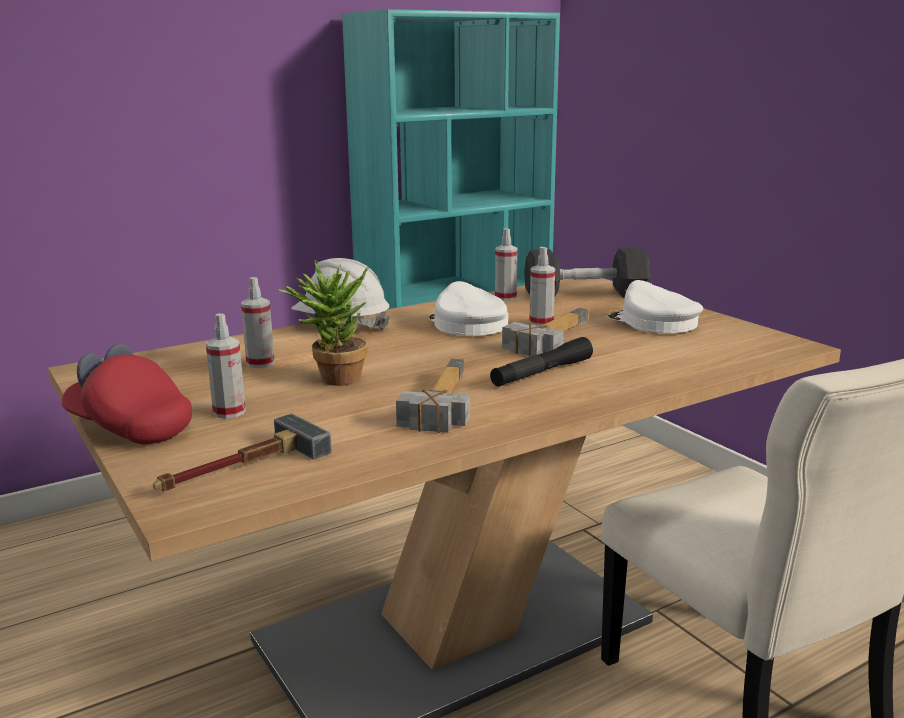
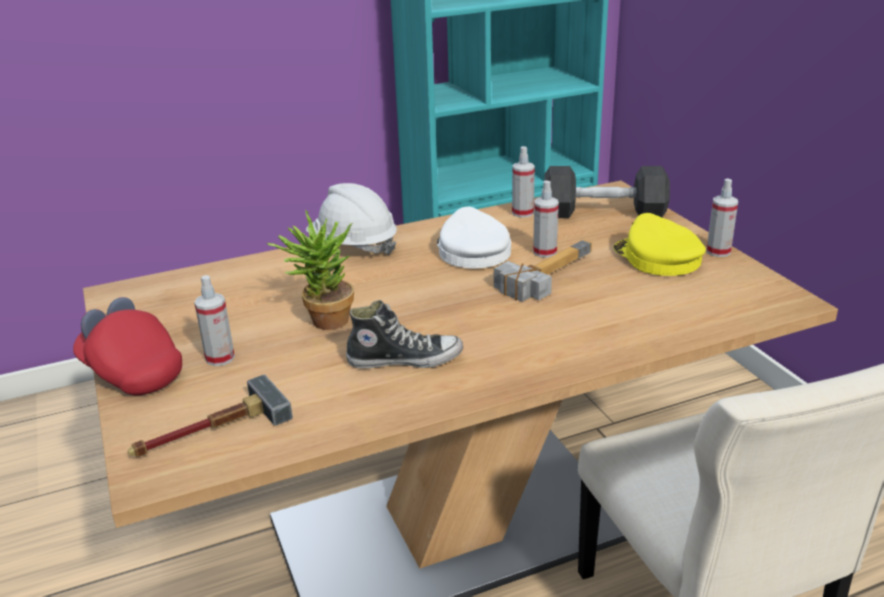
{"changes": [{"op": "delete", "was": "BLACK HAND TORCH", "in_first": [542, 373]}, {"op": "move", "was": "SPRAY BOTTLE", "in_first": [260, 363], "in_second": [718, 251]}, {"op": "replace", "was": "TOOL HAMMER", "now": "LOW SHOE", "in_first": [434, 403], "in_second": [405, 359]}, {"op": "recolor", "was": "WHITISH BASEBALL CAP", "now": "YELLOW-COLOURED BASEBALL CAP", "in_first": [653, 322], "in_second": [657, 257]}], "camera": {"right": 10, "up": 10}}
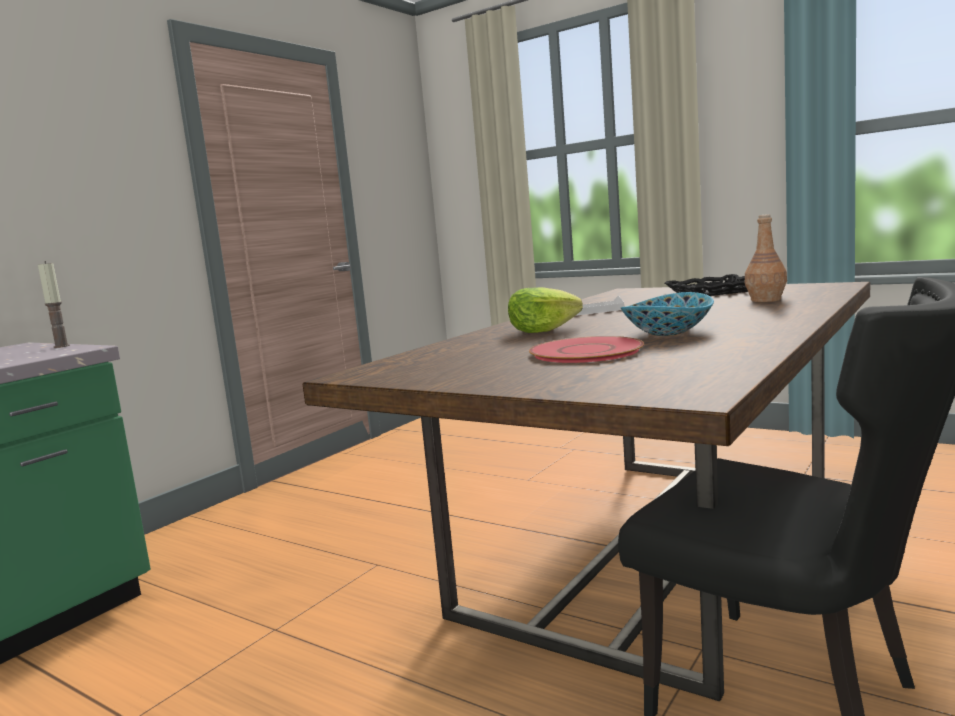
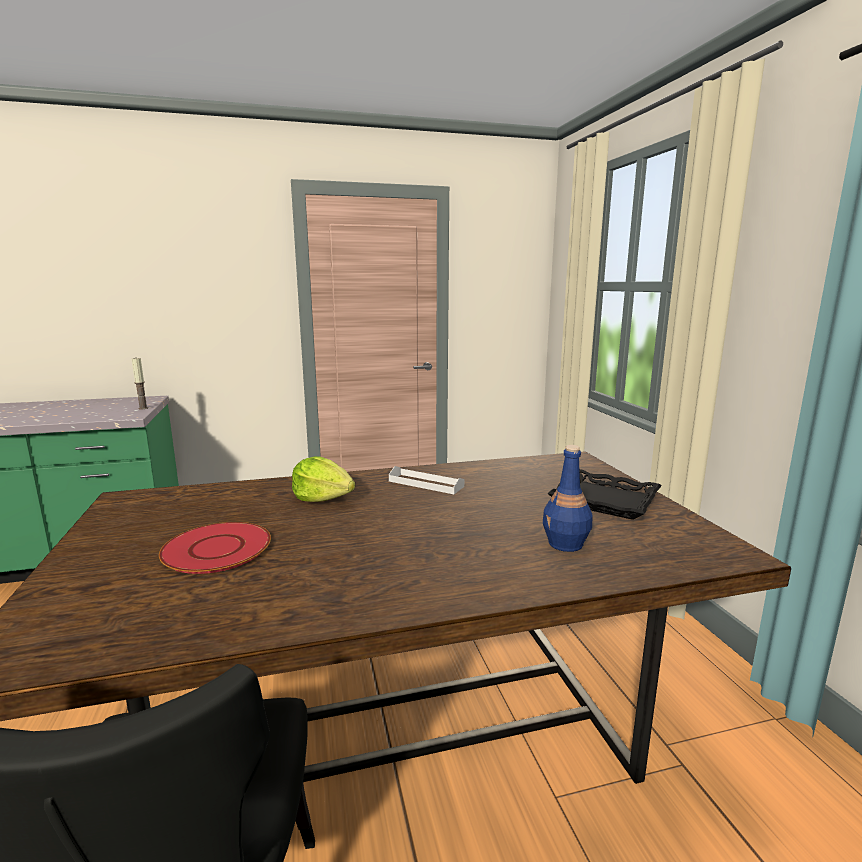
{"changes": [{"op": "delete", "was": "SERVING BOWL", "in_first": [667, 332]}, {"op": "recolor", "was": "BROWNISH DRINK BOTTLE", "now": "BLUE DRINK BOTTLE", "in_first": [766, 300], "in_second": [566, 544]}], "camera": {"right": 40, "up": 5}}
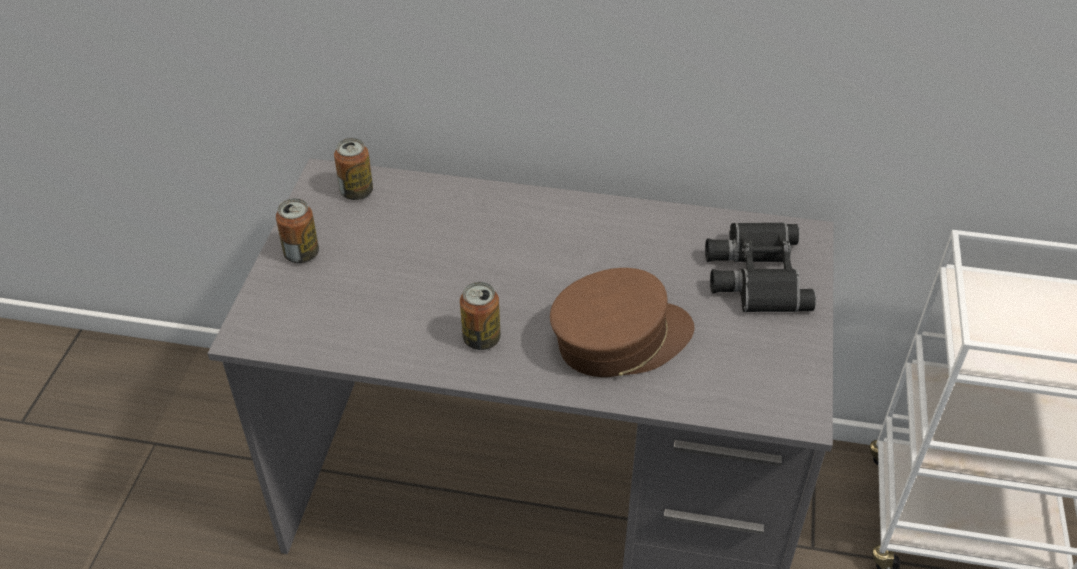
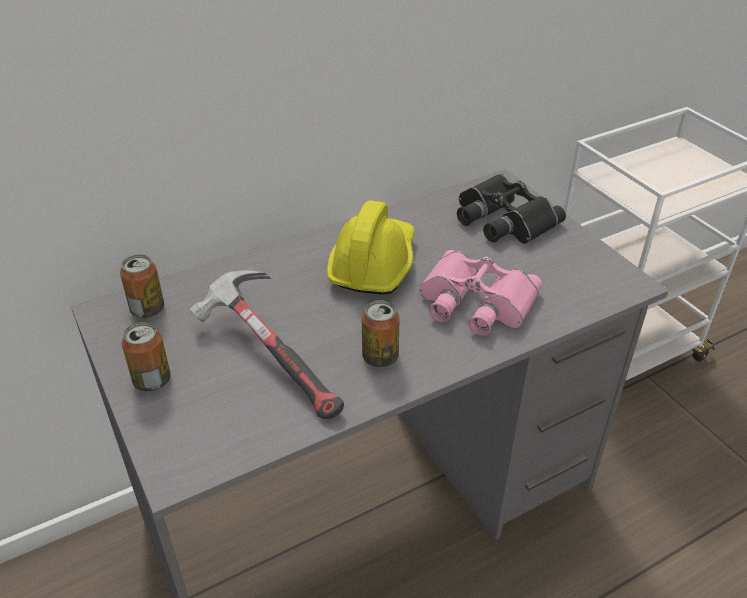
{"changes": [{"op": "insert", "now": "TOOL HAMMER", "in_second": [270, 357]}, {"op": "insert", "now": "YELLOW-COLOURED WORK HELMET", "in_second": [373, 264]}, {"op": "replace", "was": "BROWNISH BASEBALL CAP", "now": "PINKISH BINOCULARS", "in_first": [620, 340], "in_second": [474, 302]}], "camera": {"right": -40, "up": -5}}
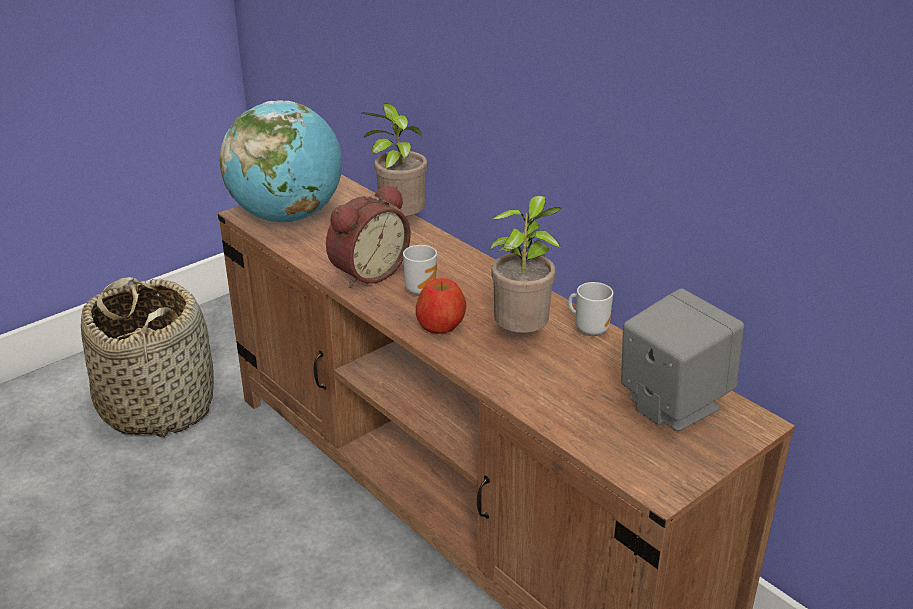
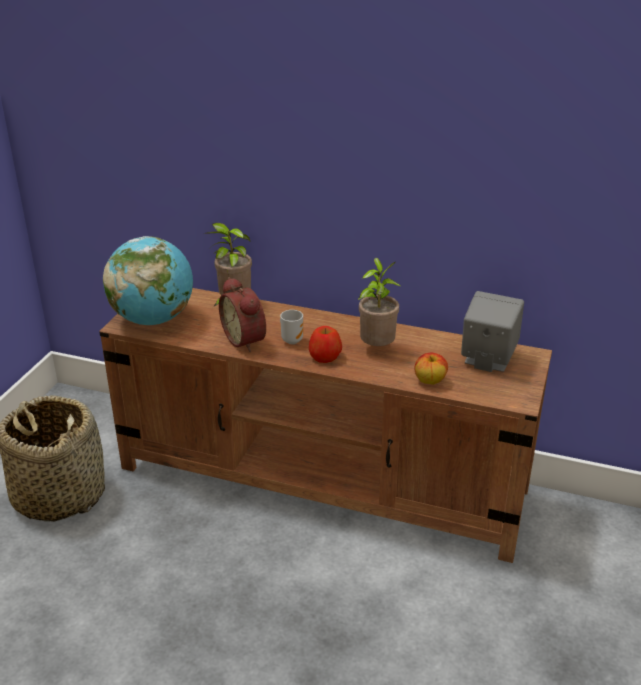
{"changes": [{"op": "delete", "was": "MUG", "in_first": [590, 329]}, {"op": "insert", "now": "APPLE", "in_second": [430, 381]}, {"op": "rotate", "was": "BEDSIDE CLOCK", "in_first": [367, 272], "in_second": [246, 339], "clockwise": 135}], "camera": {"right": -30, "up": 0}}
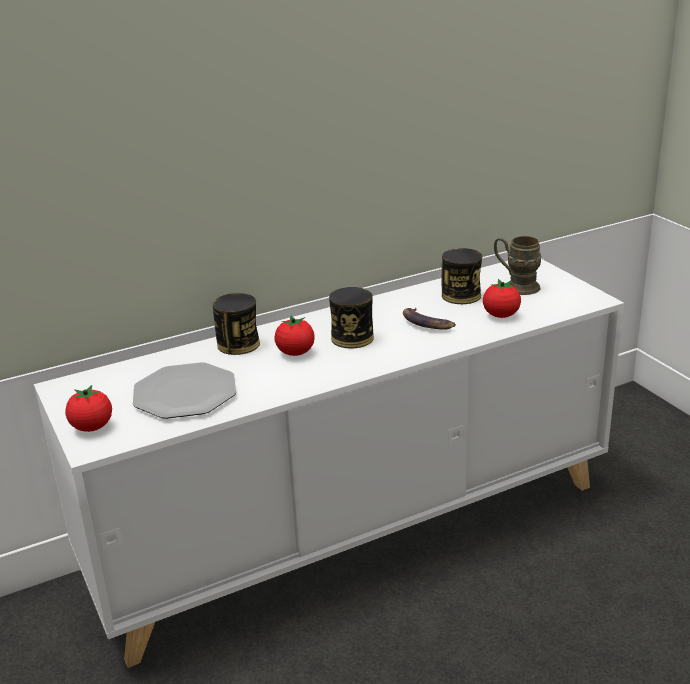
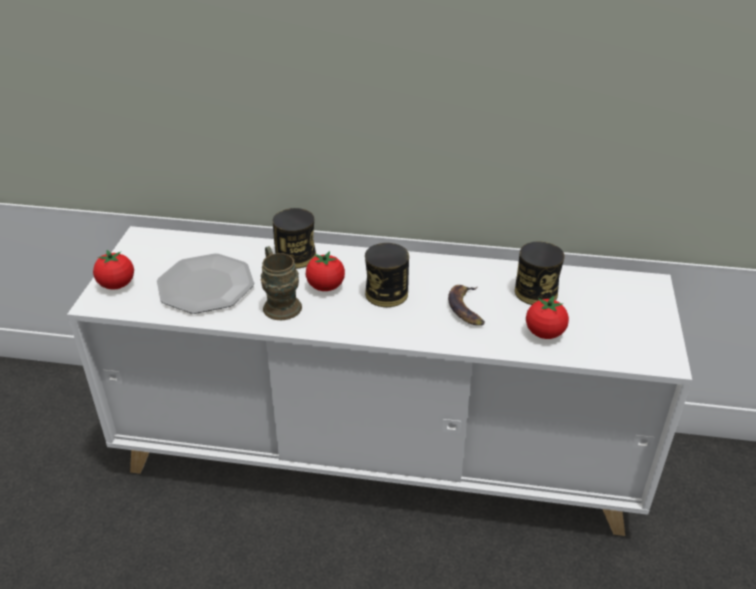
{"changes": [{"op": "move", "was": "BROWNISH MUG", "in_first": [516, 286], "in_second": [279, 303]}], "camera": {"right": 35, "up": 10}}
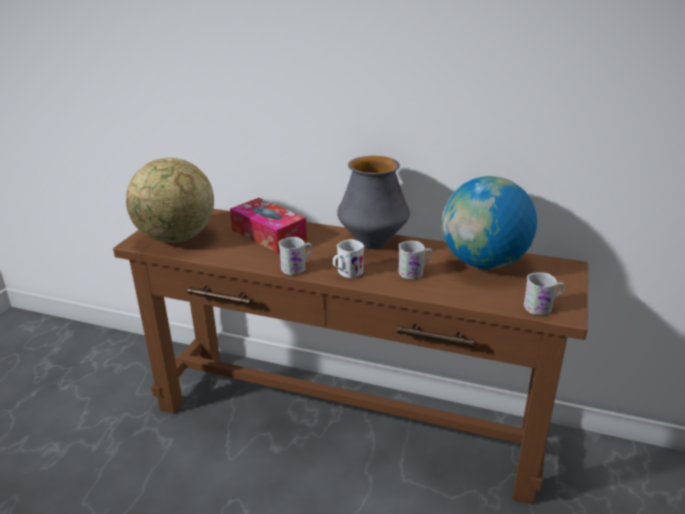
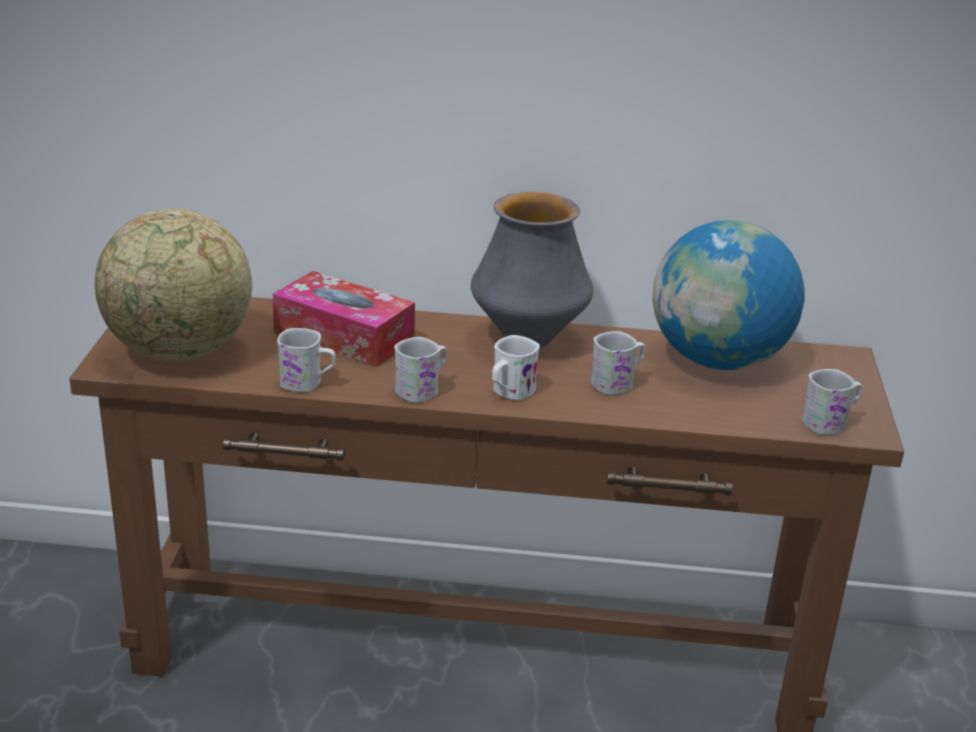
{"changes": [{"op": "insert", "now": "WHITISH MUG", "in_second": [308, 383]}], "camera": {"right": -15, "up": 0}}
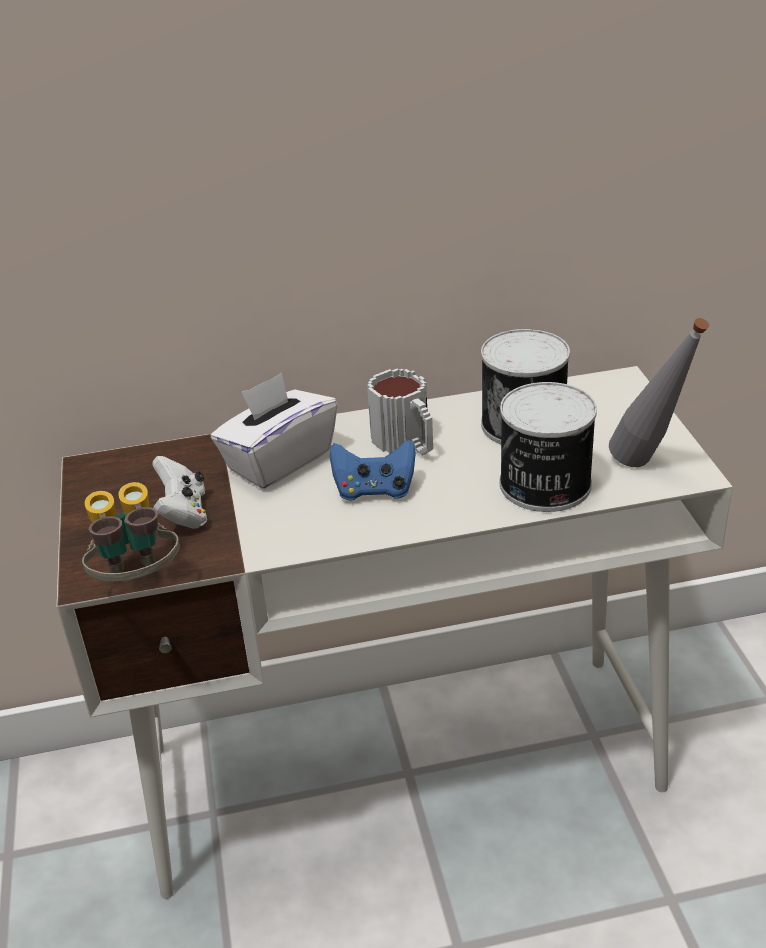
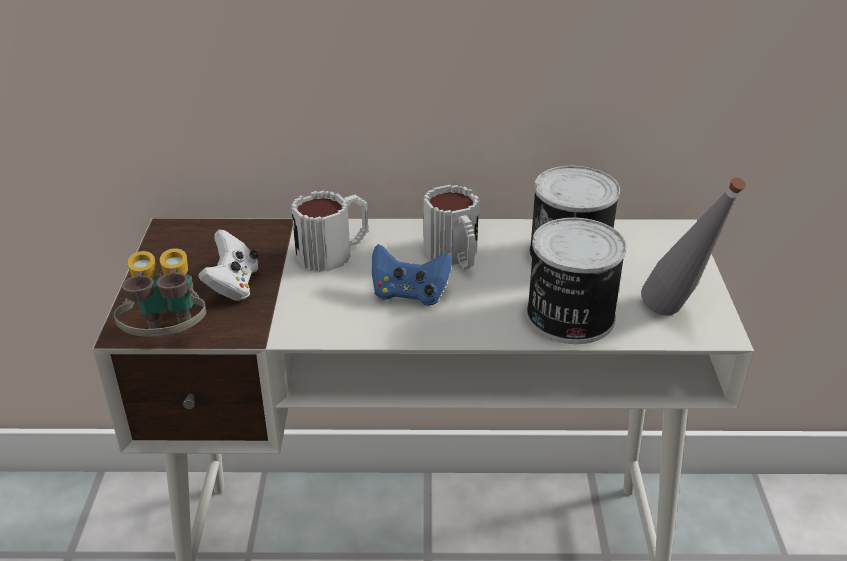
{"changes": [{"op": "replace", "was": "WHITISH BOX OF TISSUES", "now": "MUG", "in_first": [278, 460], "in_second": [334, 252]}], "camera": {"right": 10, "up": 0}}
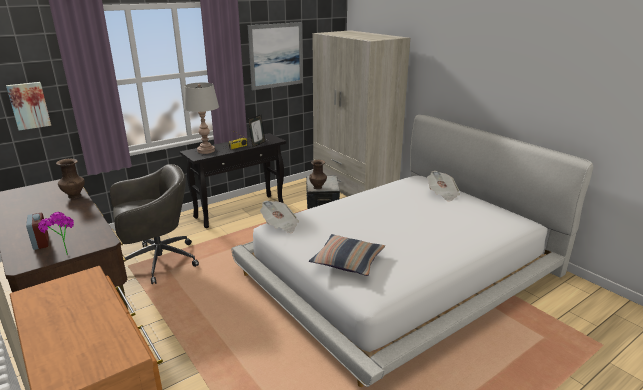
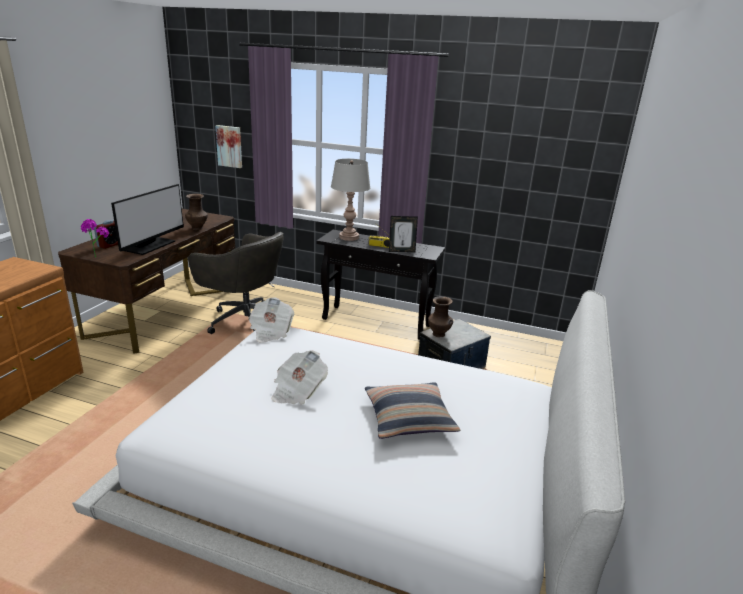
{"changes": [{"op": "delete", "was": "PICTURE", "in_first": [276, 55]}, {"op": "delete", "was": "SAND-COLOURED ARMOIRE", "in_first": [354, 187]}, {"op": "insert", "now": "MONITOR", "in_second": [149, 246]}, {"op": "move", "was": "PILLOW", "in_first": [347, 261], "in_second": [409, 418]}, {"op": "move", "was": "NEWSPAPER", "in_first": [442, 194], "in_second": [297, 391]}], "camera": {"right": 55, "up": 0}}
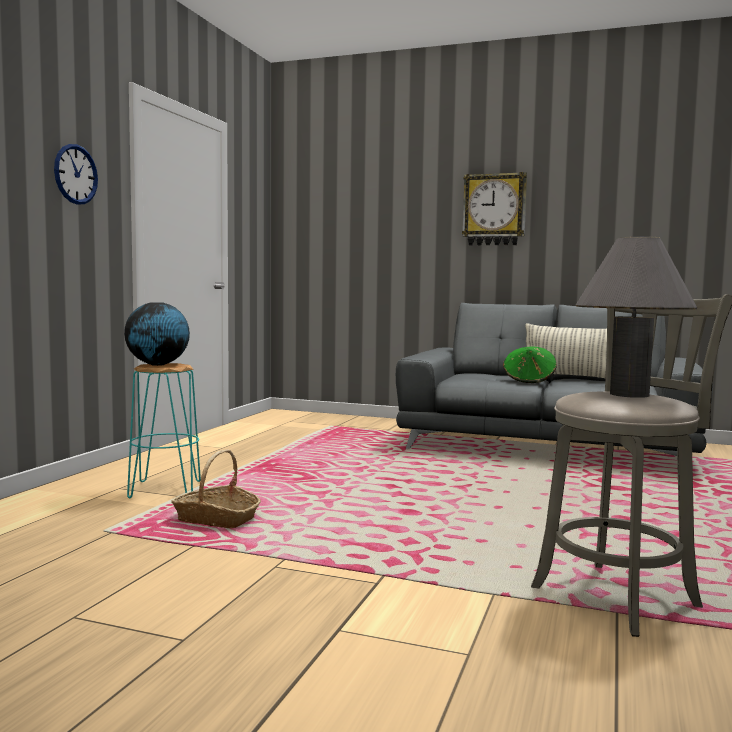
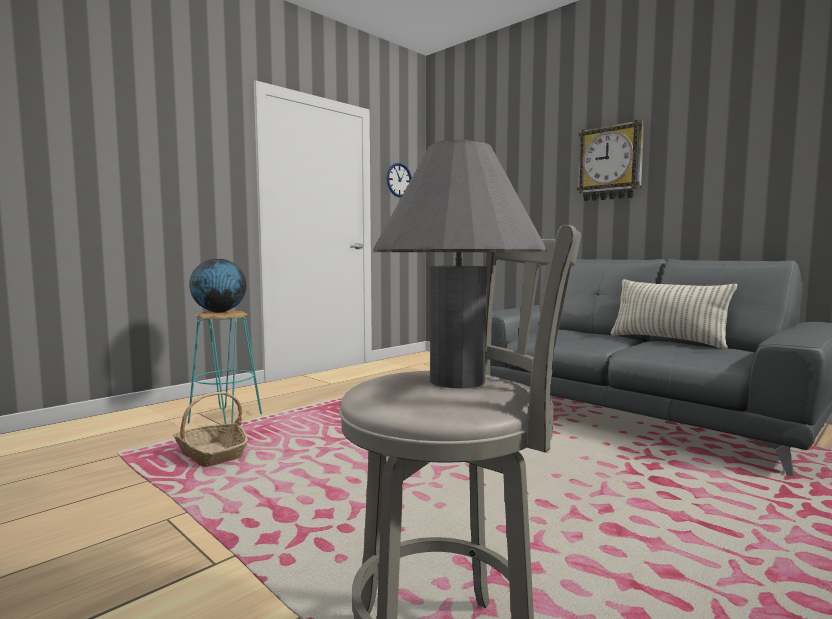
{"changes": [{"op": "delete", "was": "GREEN-COLOURED HAT", "in_first": [529, 380]}, {"op": "move", "was": "CLOCK ON THE WALL", "in_first": [75, 174], "in_second": [399, 180]}], "camera": {"right": 25, "up": 0}}
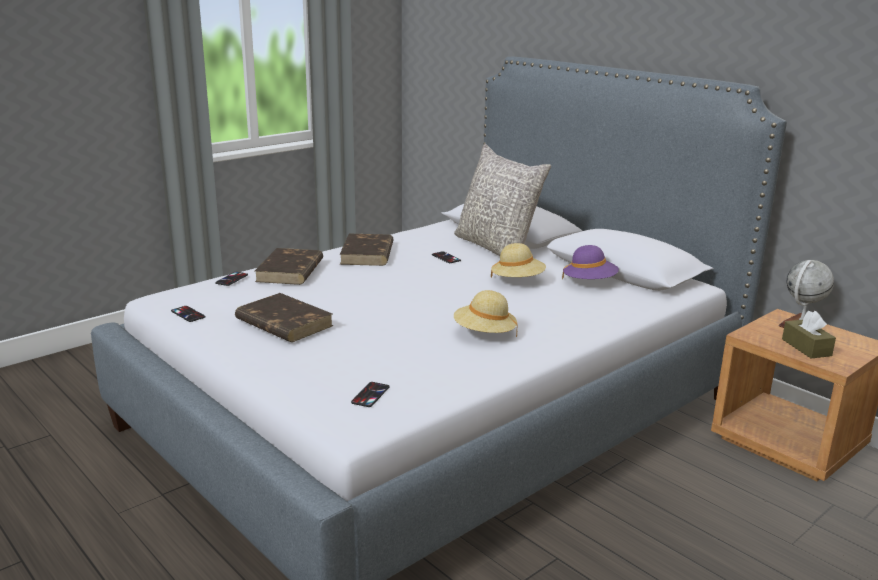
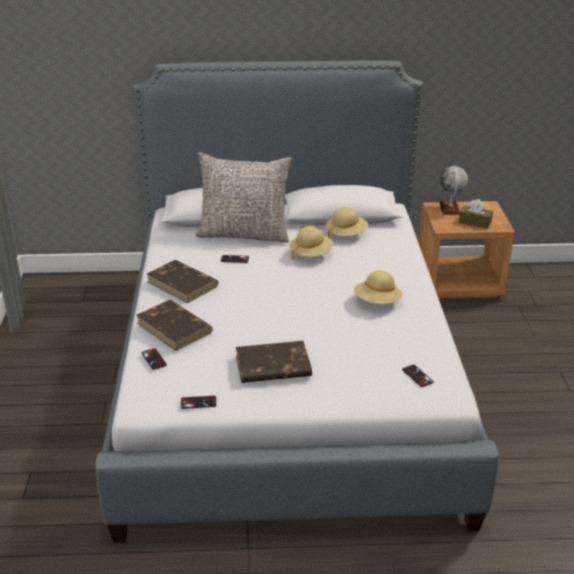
{"changes": [{"op": "recolor", "was": "PURPLE HAT", "now": "SAND-COLOURED HAT", "in_first": [589, 283], "in_second": [346, 234]}], "camera": {"right": -50, "up": 10}}
